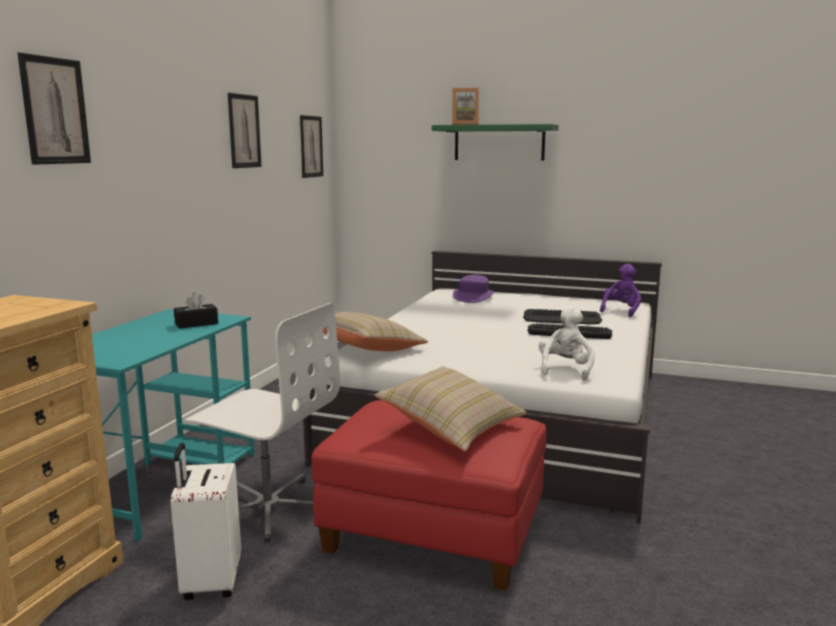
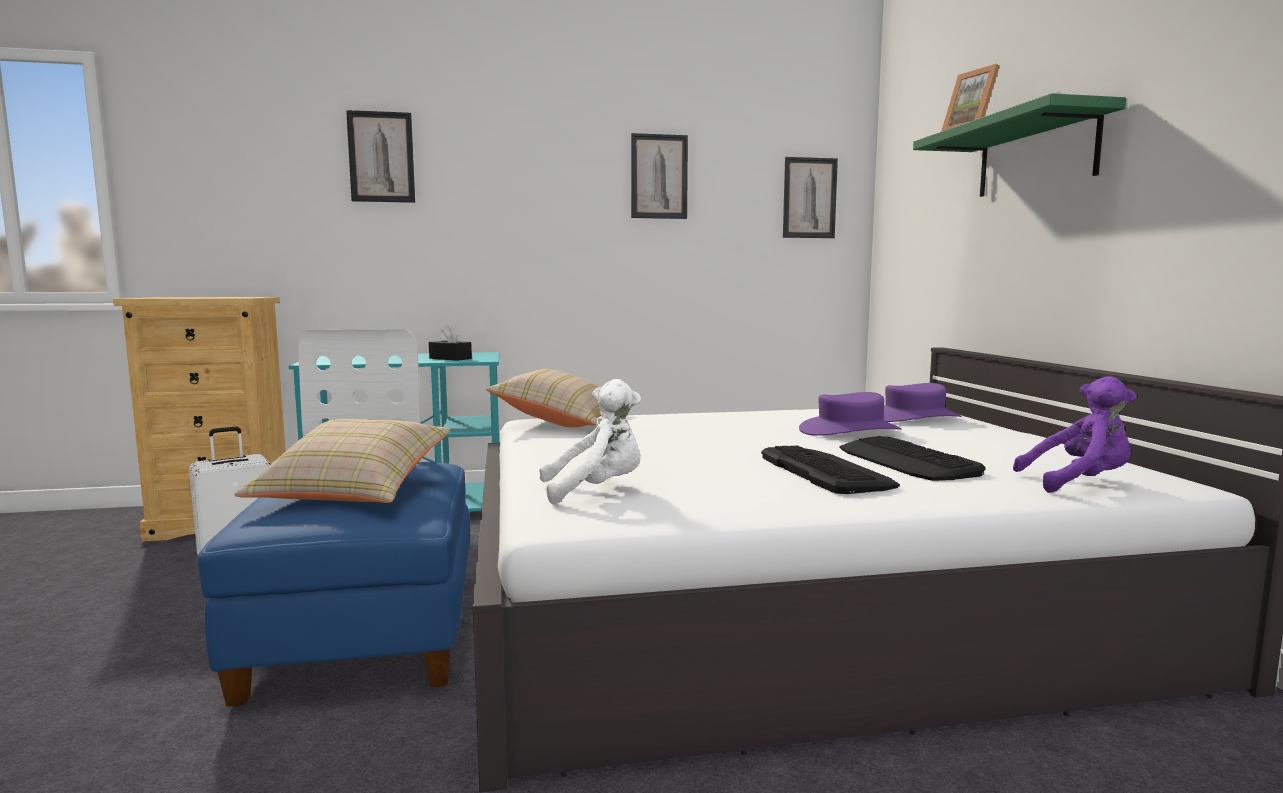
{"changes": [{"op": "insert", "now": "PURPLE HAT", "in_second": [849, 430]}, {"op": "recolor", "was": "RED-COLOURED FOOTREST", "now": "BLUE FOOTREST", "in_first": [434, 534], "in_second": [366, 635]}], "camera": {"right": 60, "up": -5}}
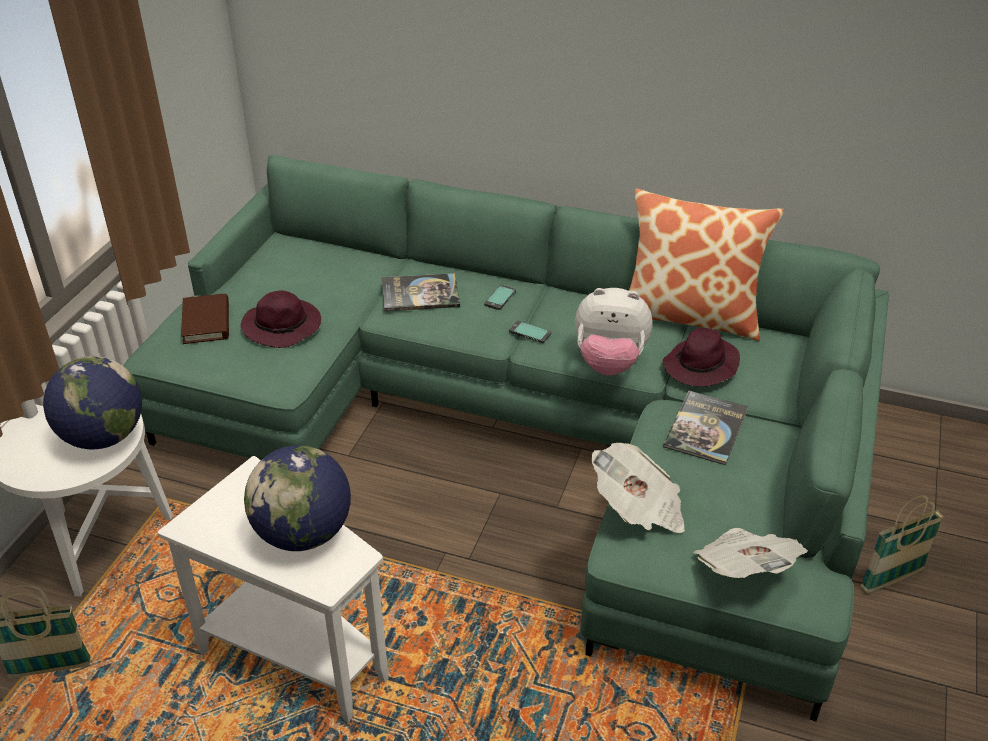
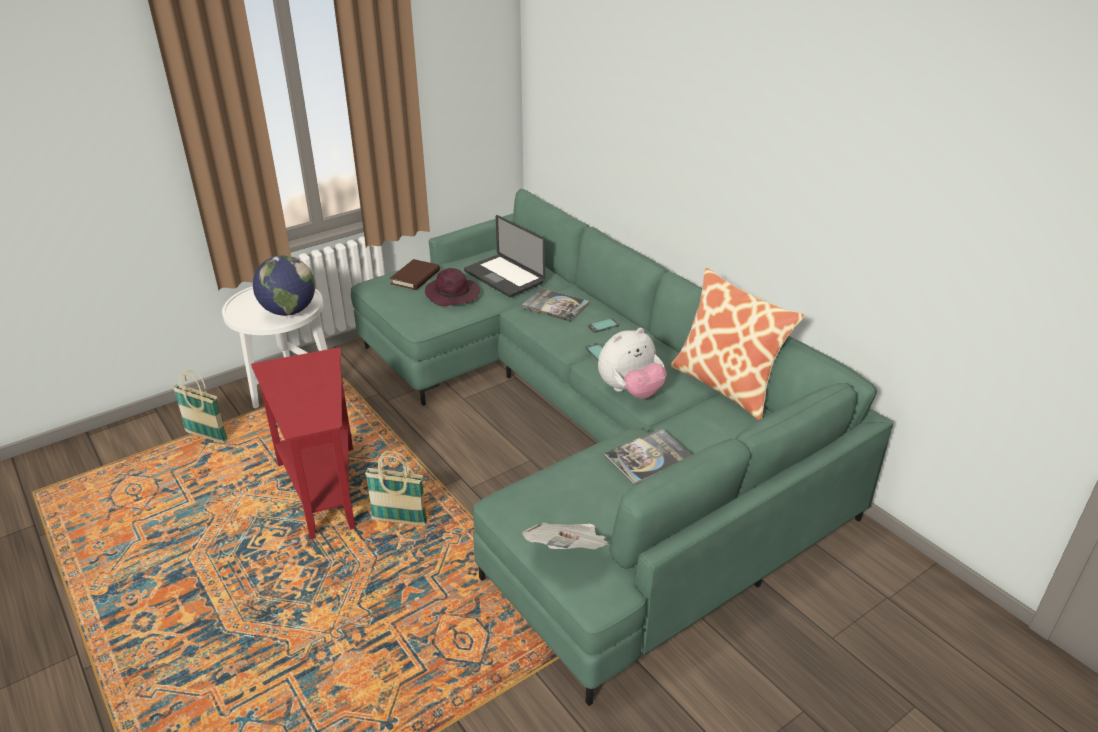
{"changes": [{"op": "delete", "was": "DESK GLOBE", "in_first": [303, 533]}, {"op": "delete", "was": "NEWSPAPER", "in_first": [638, 508]}, {"op": "delete", "was": "PURPLE HAT", "in_first": [700, 367]}, {"op": "insert", "now": "PORTABLE COMPUTER", "in_second": [504, 277]}, {"op": "move", "was": "BASKET", "in_first": [891, 579], "in_second": [399, 521]}, {"op": "recolor", "was": "WHITISH ACCENT TABLE", "now": "RED-COLOURED ACCENT TABLE", "in_first": [294, 652], "in_second": [323, 488]}, {"op": "rotate", "was": "PLUSH TOY", "in_first": [609, 363], "in_second": [630, 391], "clockwise": -75}], "camera": {"right": 35, "up": -5}}
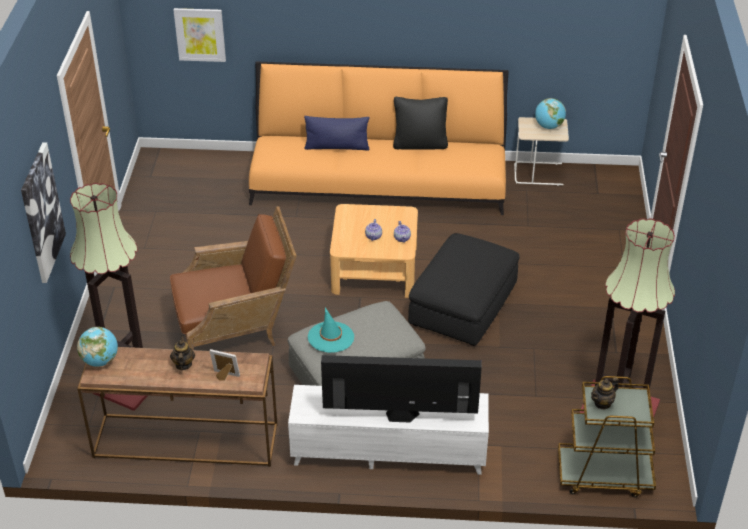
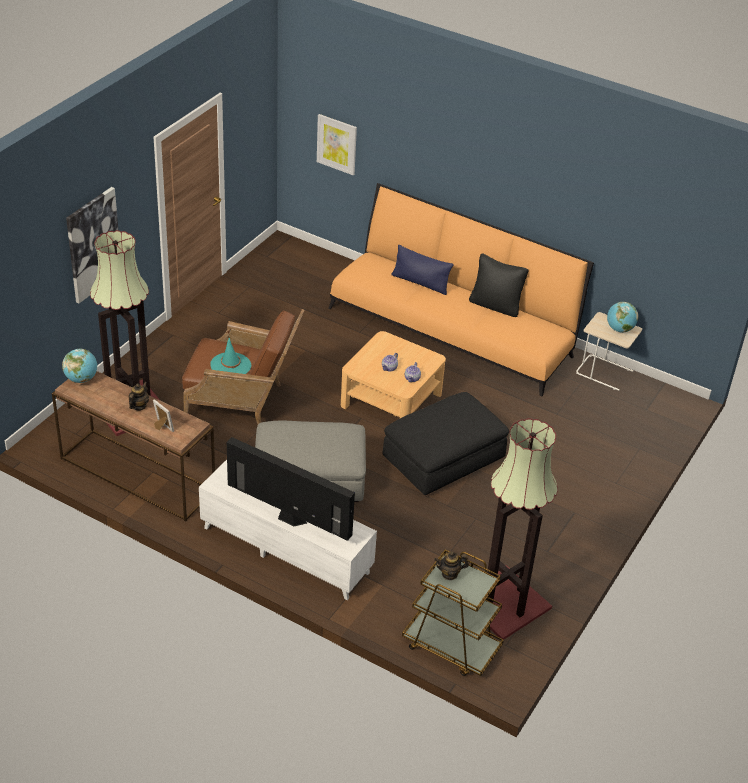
{"changes": [{"op": "move", "was": "TURQUOISE-COLOURED HAT", "in_first": [331, 337], "in_second": [230, 365]}], "camera": {"right": 25, "up": 0}}
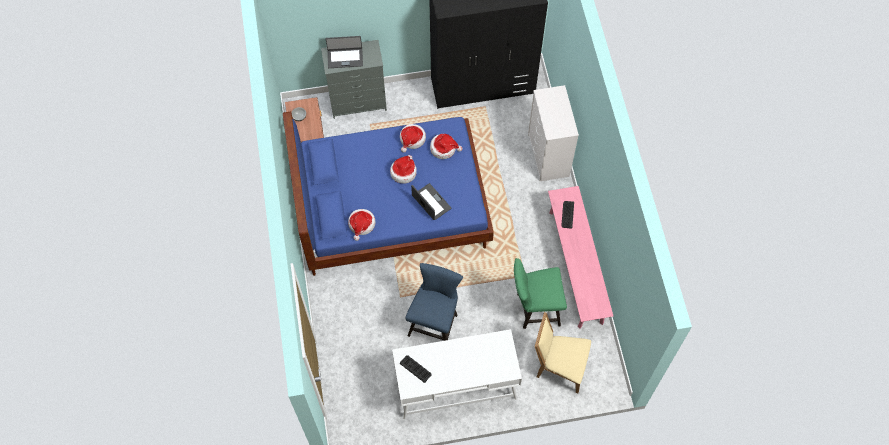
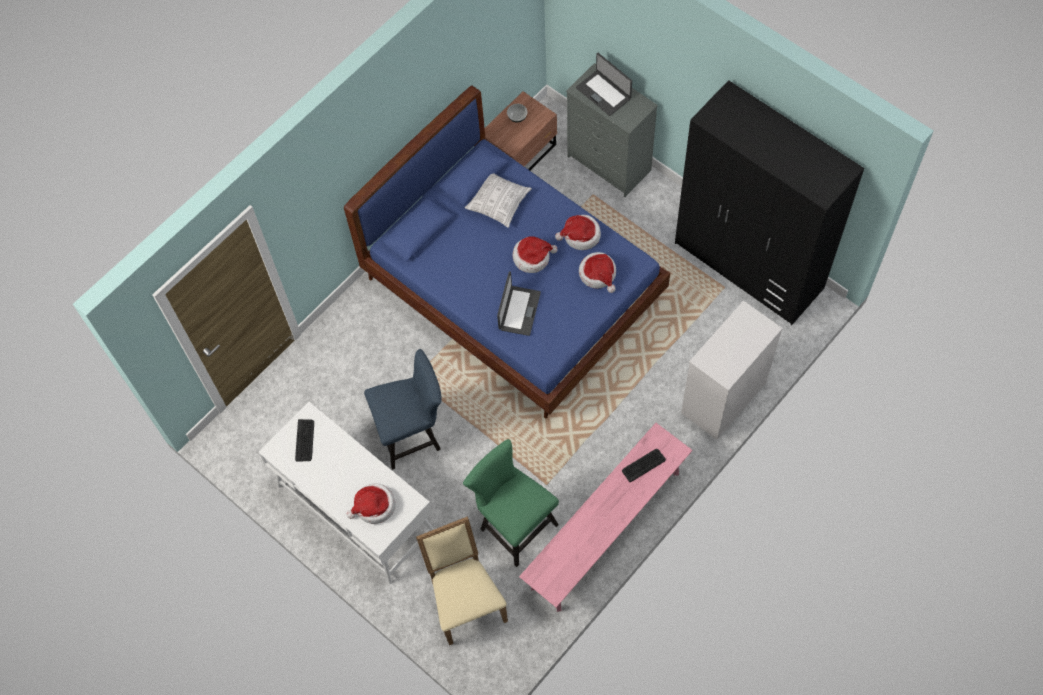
{"changes": [{"op": "insert", "now": "PILLOW", "in_second": [498, 203]}, {"op": "move", "was": "HAT", "in_first": [361, 225], "in_second": [374, 506]}], "camera": {"right": 55, "up": 0}}
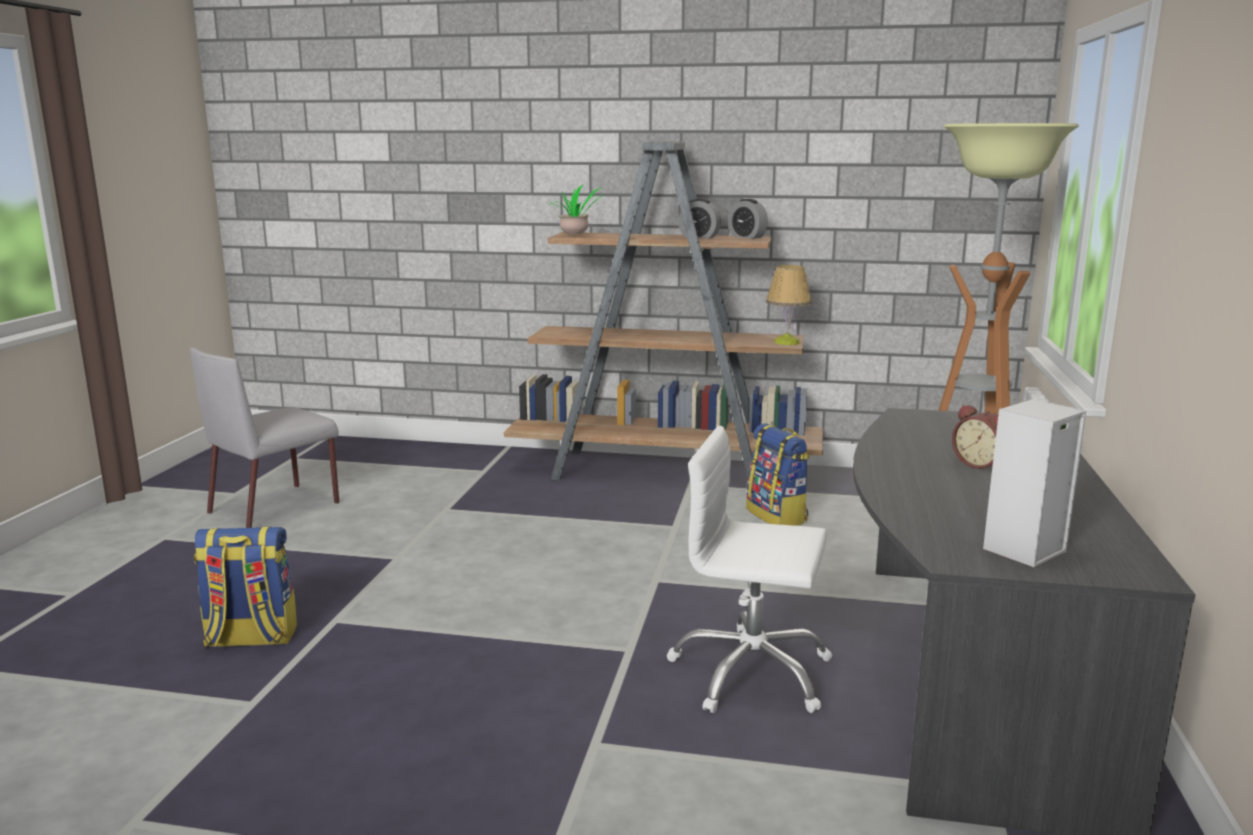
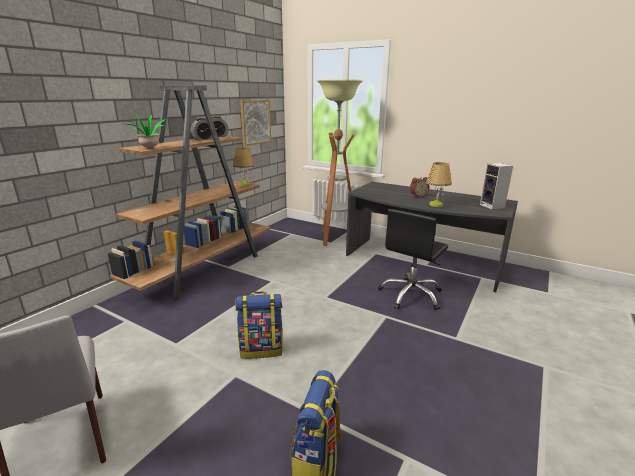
{"changes": [{"op": "insert", "now": "PICTURE", "in_second": [255, 122]}, {"op": "insert", "now": "TABLETOP LAMP", "in_second": [435, 204]}, {"op": "move", "was": "RUCKSACK", "in_first": [777, 516], "in_second": [261, 349]}, {"op": "recolor", "was": "WHITISH DESK CHAIR", "now": "BLACK DESK CHAIR", "in_first": [751, 672], "in_second": [411, 295]}], "camera": {"right": -70, "up": 5}}
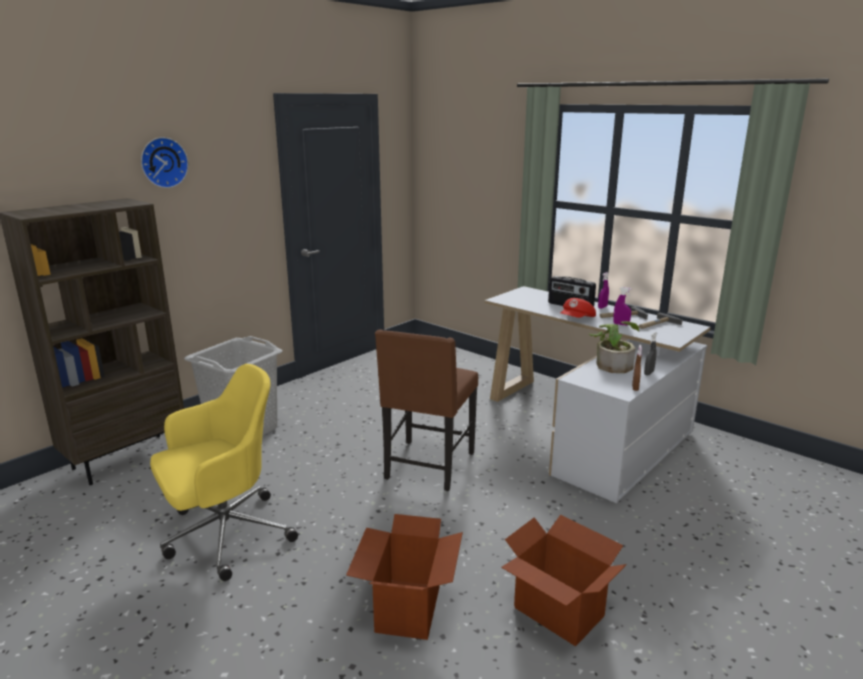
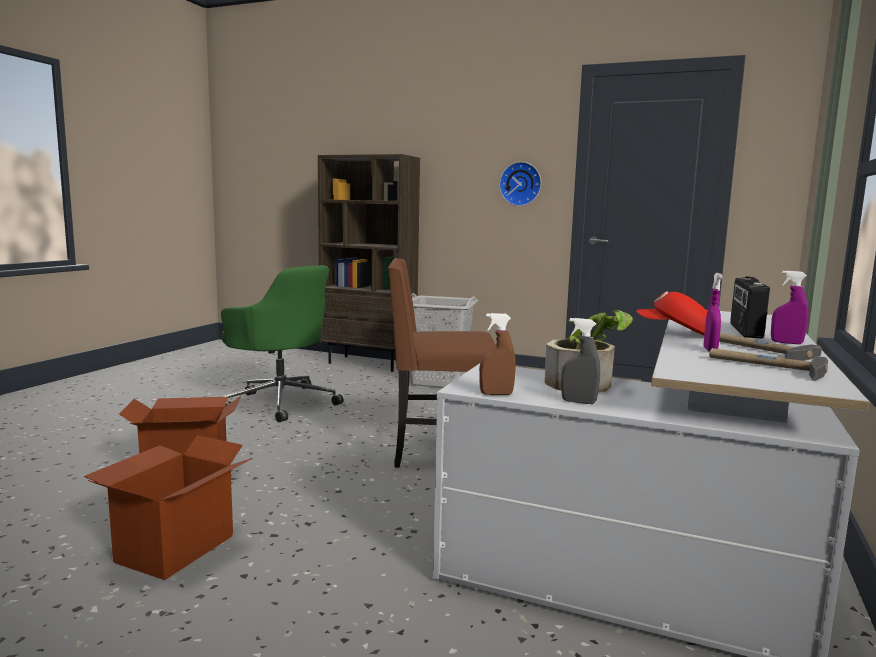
{"changes": [{"op": "move", "was": "CLOCK ON THE WALL", "in_first": [163, 162], "in_second": [521, 184]}, {"op": "recolor", "was": "YELLOW-COLOURED DESK CHAIR", "now": "GREEN-COLOURED DESK CHAIR", "in_first": [224, 535], "in_second": [280, 402]}], "camera": {"right": 70, "up": -10}}
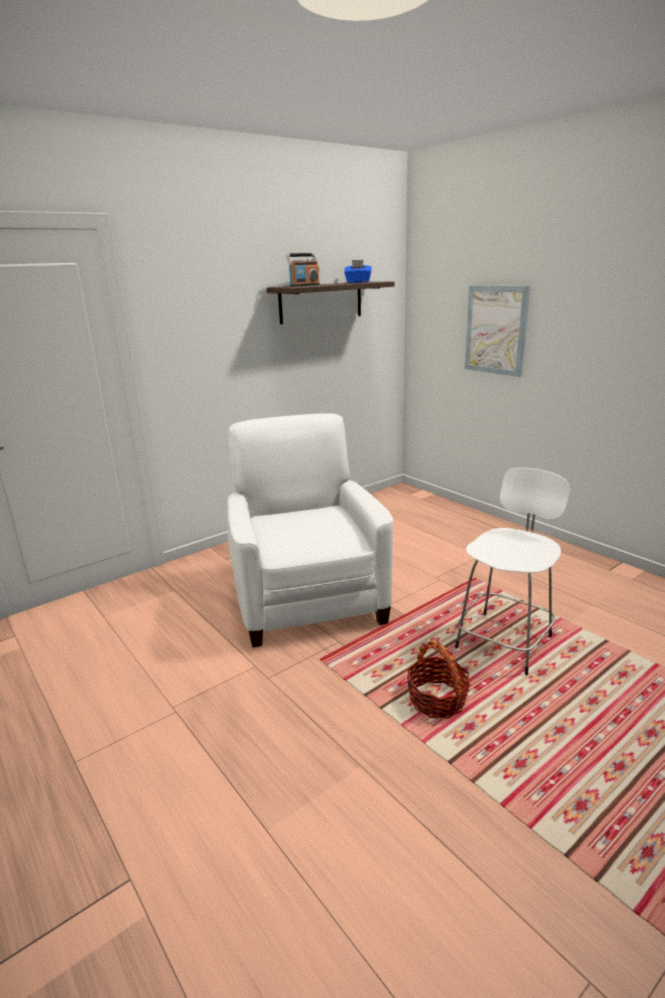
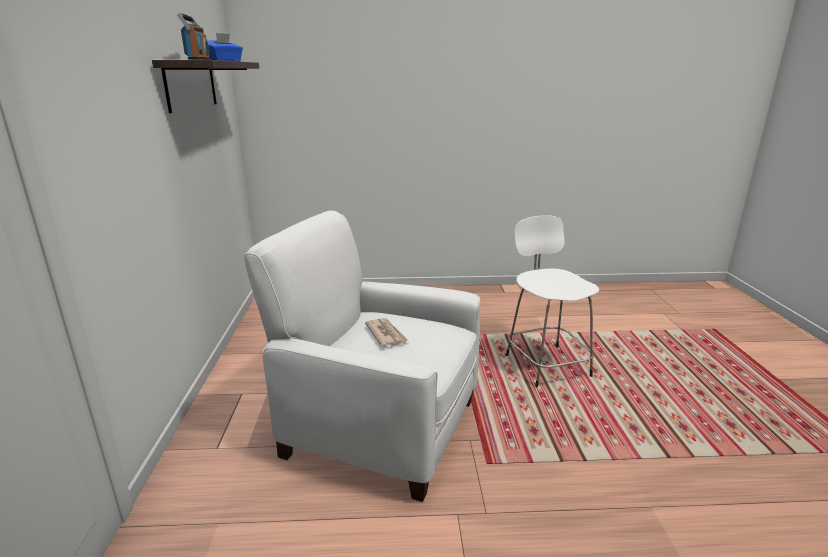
{"changes": [{"op": "delete", "was": "BASKET", "in_first": [437, 700]}, {"op": "delete", "was": "PICTURE", "in_first": [496, 330]}, {"op": "insert", "now": "NEWSPAPER", "in_second": [386, 334]}], "camera": {"right": -55, "up": 0}}
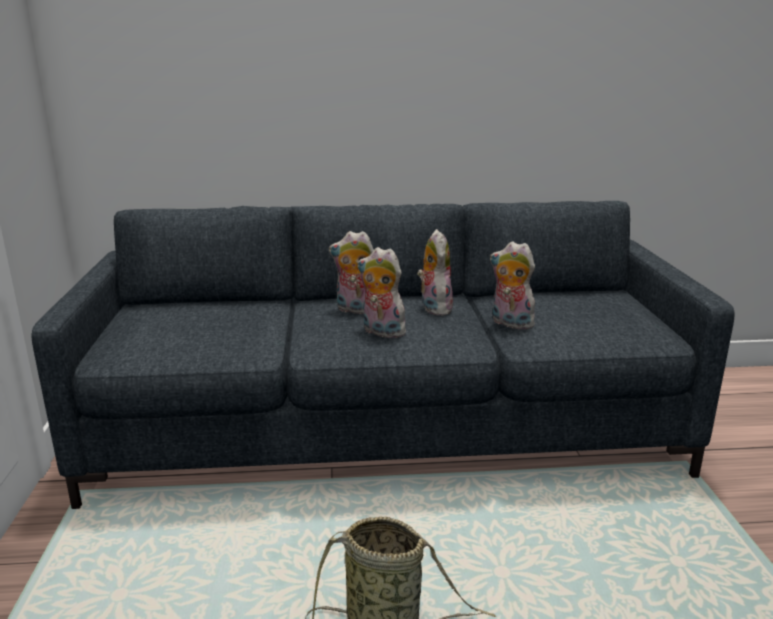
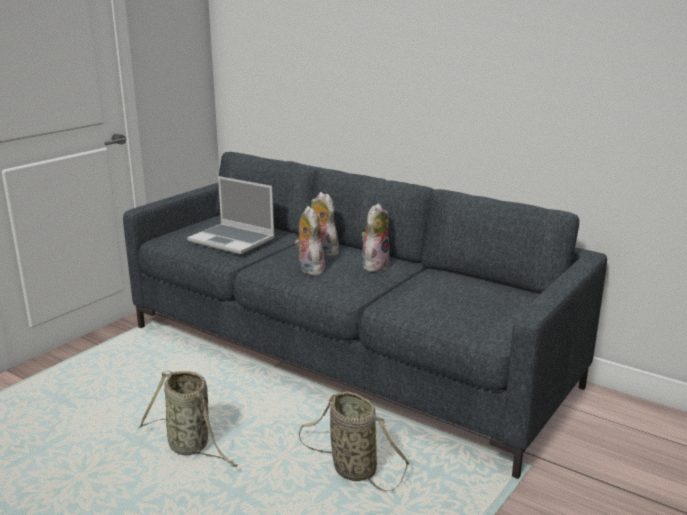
{"changes": [{"op": "delete", "was": "PLUSH TOY", "in_first": [509, 323]}, {"op": "insert", "now": "PORTABLE COMPUTER", "in_second": [233, 240]}, {"op": "insert", "now": "BASKET", "in_second": [351, 468]}], "camera": {"right": 40, "up": 0}}
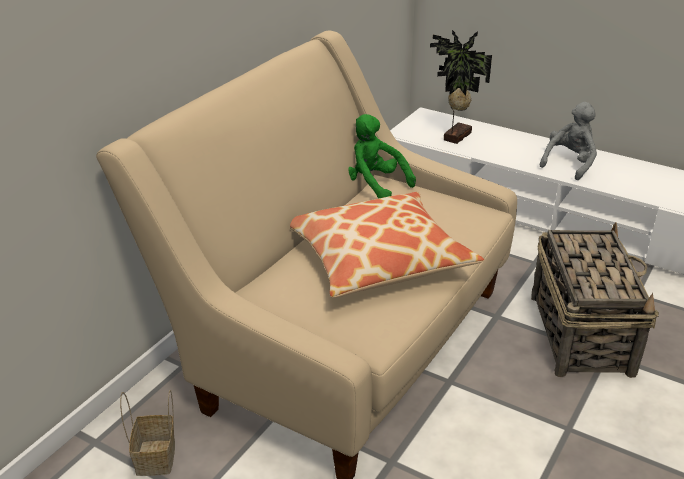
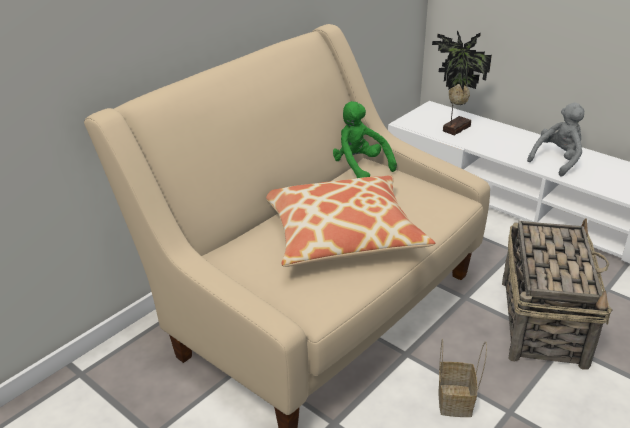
{"changes": [{"op": "move", "was": "BASKET", "in_first": [156, 459], "in_second": [456, 401]}], "camera": {"right": 10, "up": 0}}
